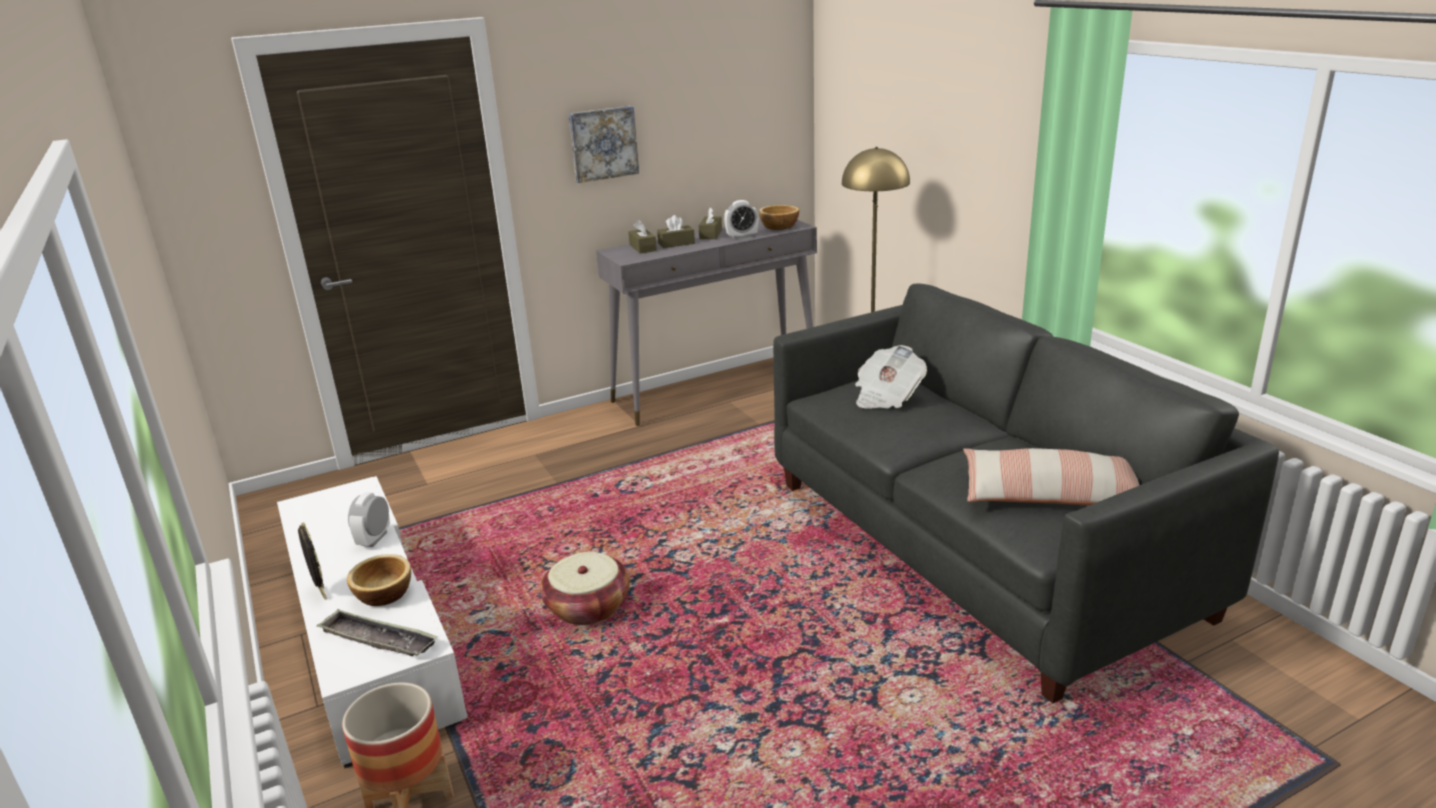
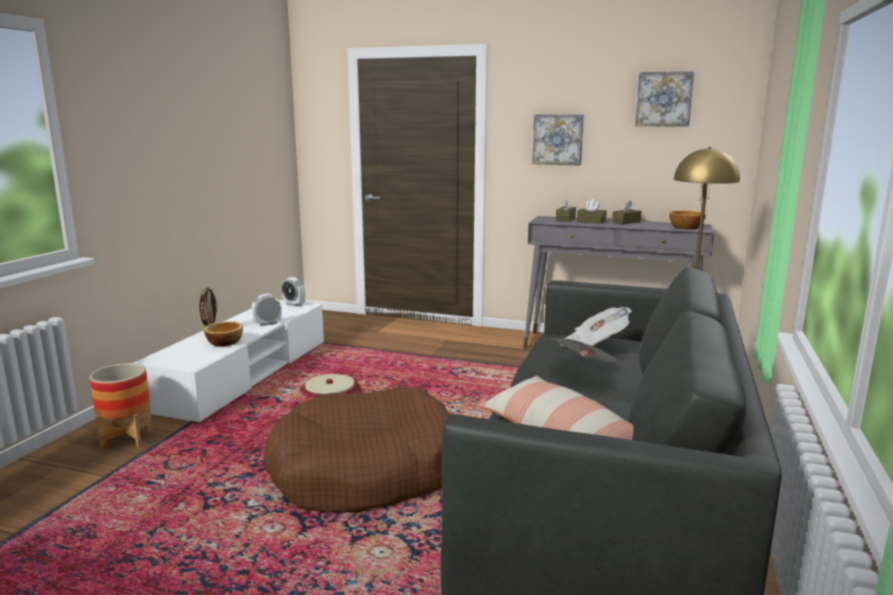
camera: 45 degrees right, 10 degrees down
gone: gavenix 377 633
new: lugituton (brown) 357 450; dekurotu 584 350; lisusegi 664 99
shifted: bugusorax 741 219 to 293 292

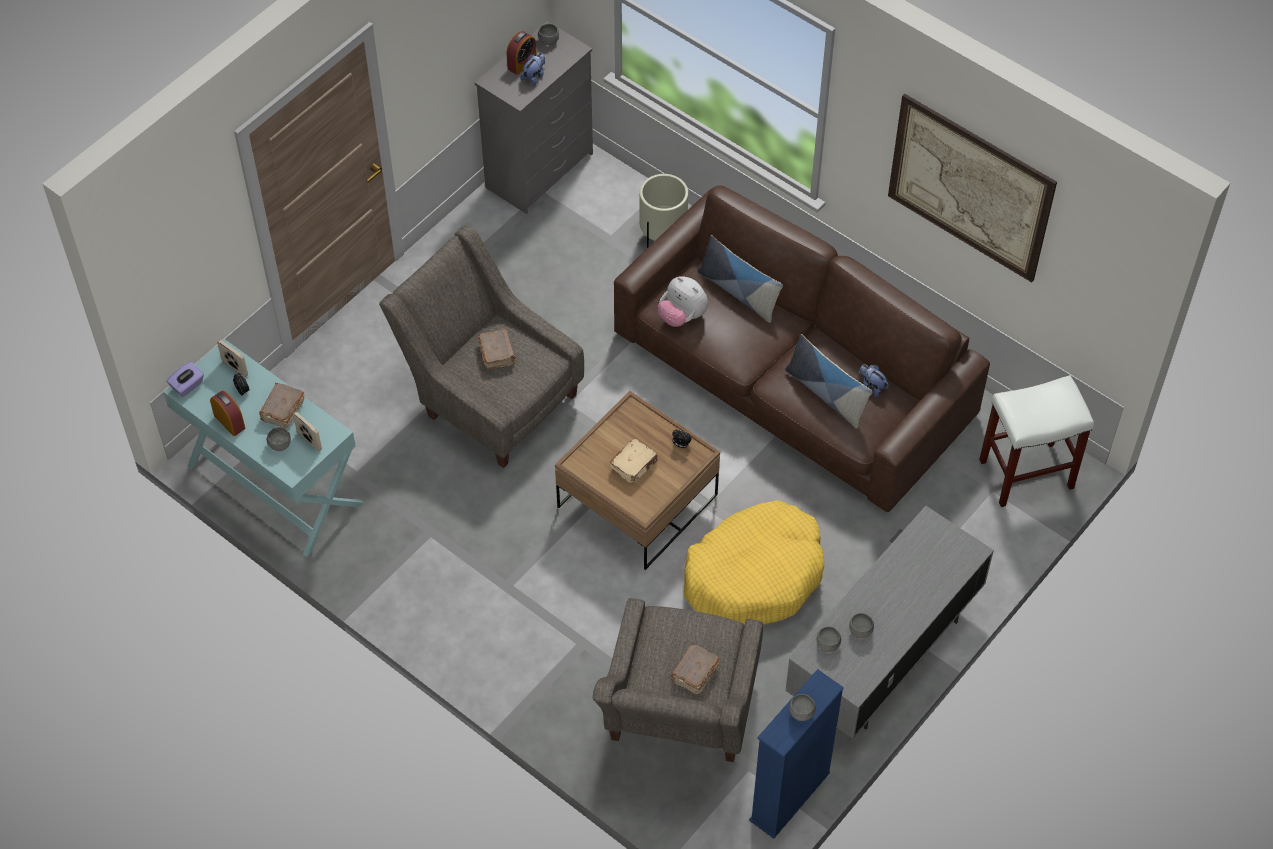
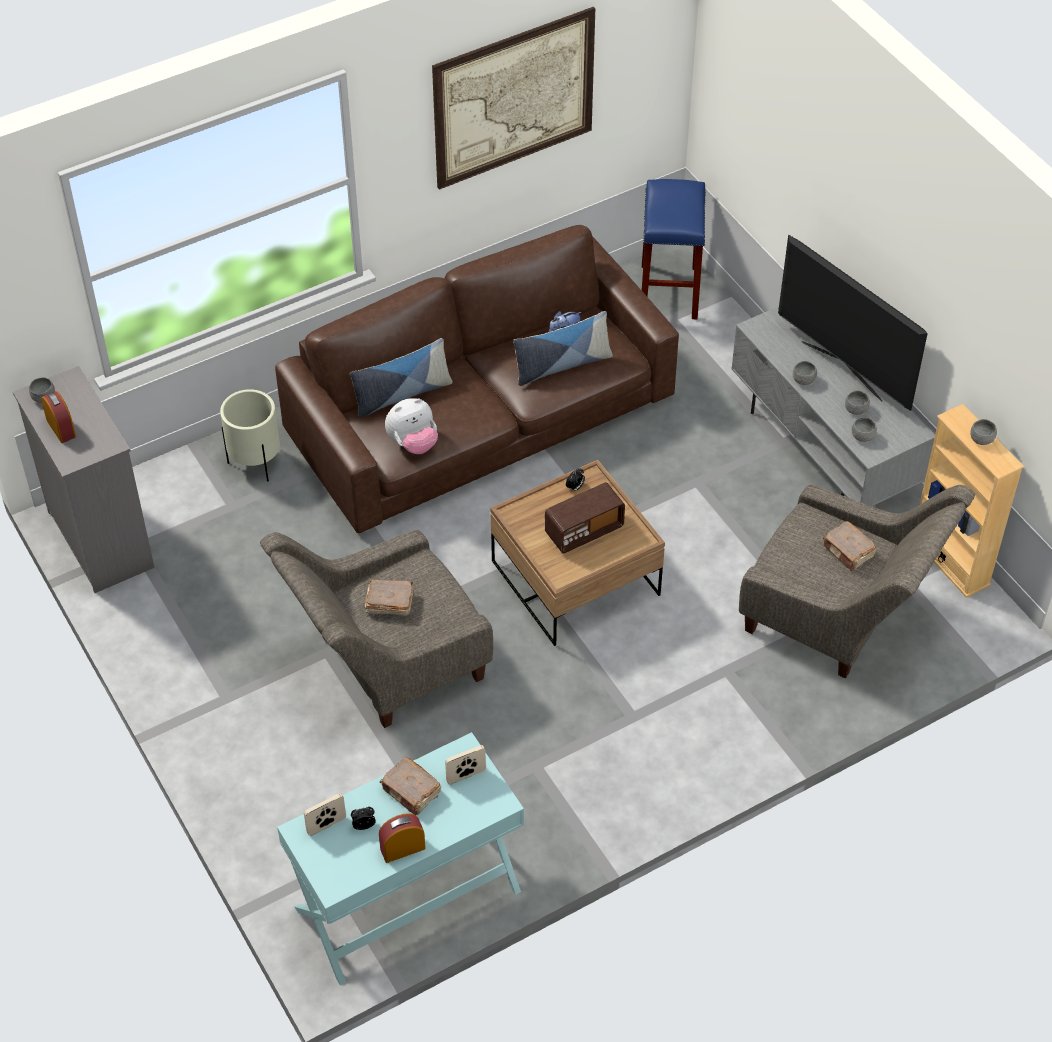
camera: 70 degrees left, 5 degrees down
gone: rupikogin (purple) 185 379; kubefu 533 69; lugituton (yellow) 754 562
new: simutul 853 322
shifted: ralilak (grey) 279 439 to 805 373
swapped: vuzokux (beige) 634 461 to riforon 585 517
repainted: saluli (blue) 796 754 to saluli (beige) 971 501; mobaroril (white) 1036 441 to mobaroril (blue) 673 249

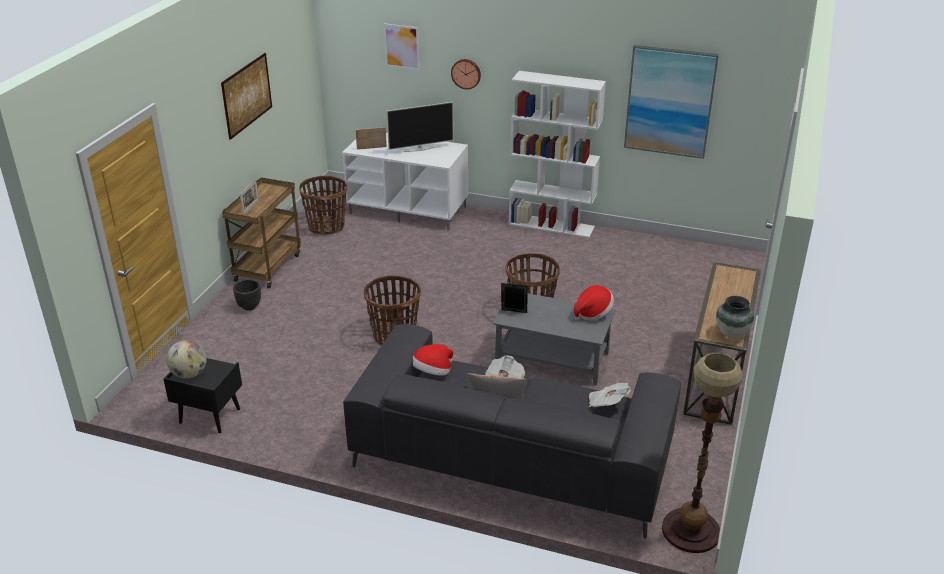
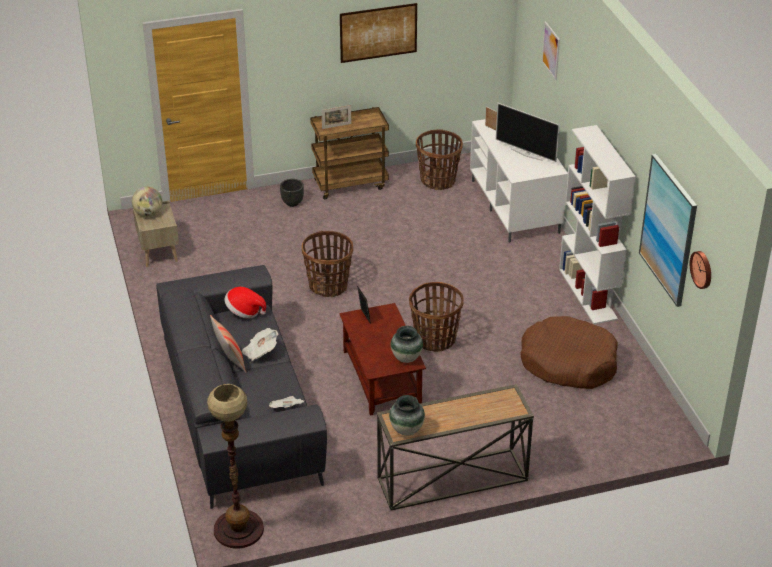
camera: 55 degrees right, 5 degrees up
new: lugituton (brown) 569 352
shifted: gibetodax 466 74 to 700 270
swapped: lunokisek 594 303 to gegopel 407 344
repainted: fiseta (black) 203 395 to fiseta (beige) 156 233; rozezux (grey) 554 339 to rozezux (brown) 382 359

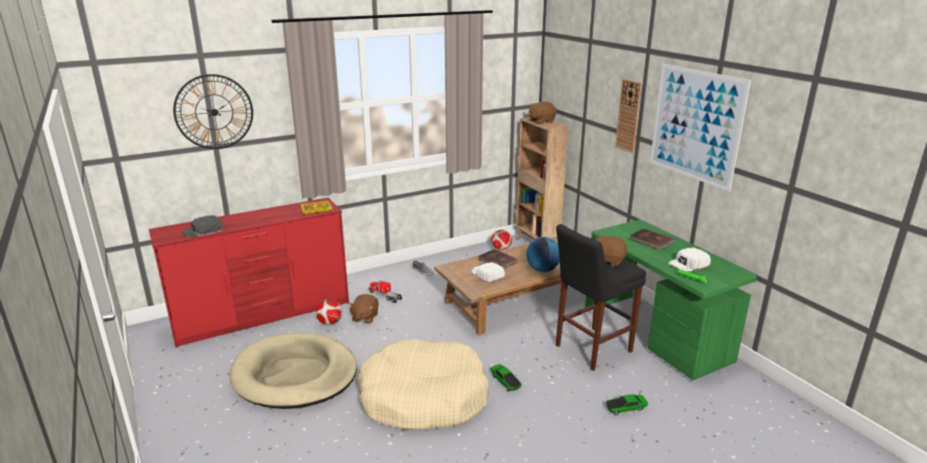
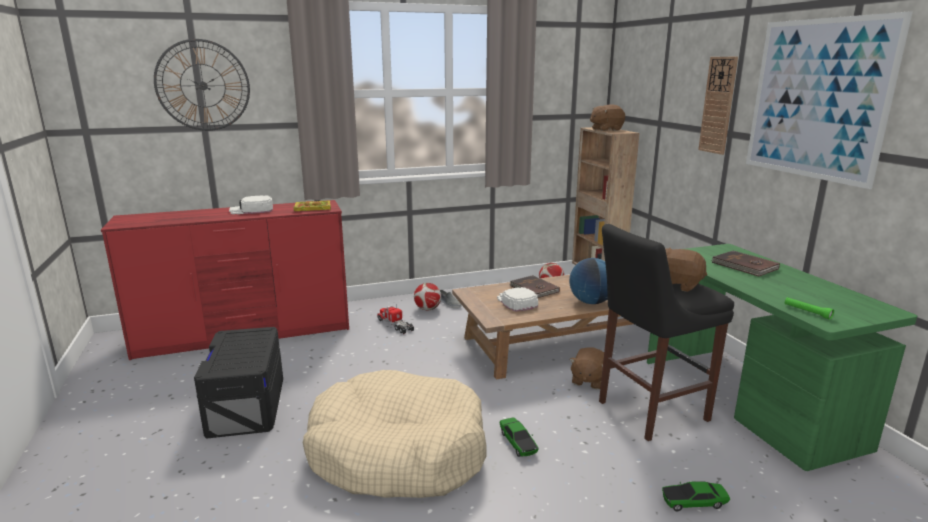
camera: 10 degrees right, 5 degrees down
gone: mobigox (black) 202 226
shifted: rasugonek 329 312 to 427 297; kubefu (brown) 363 309 to 586 368; mobigox (white) 690 260 to 251 204
swapped: lugituton (beige) 293 371 to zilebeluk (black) 238 383

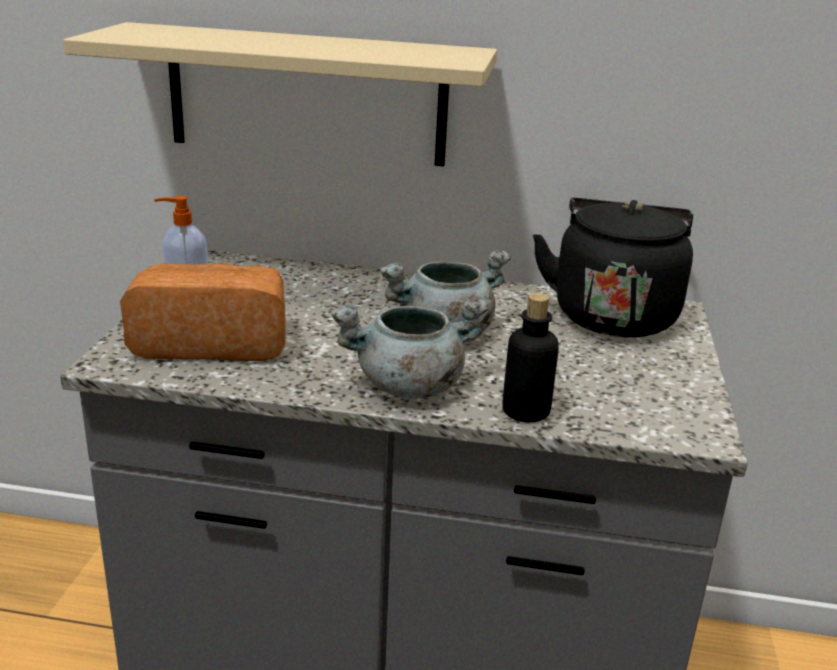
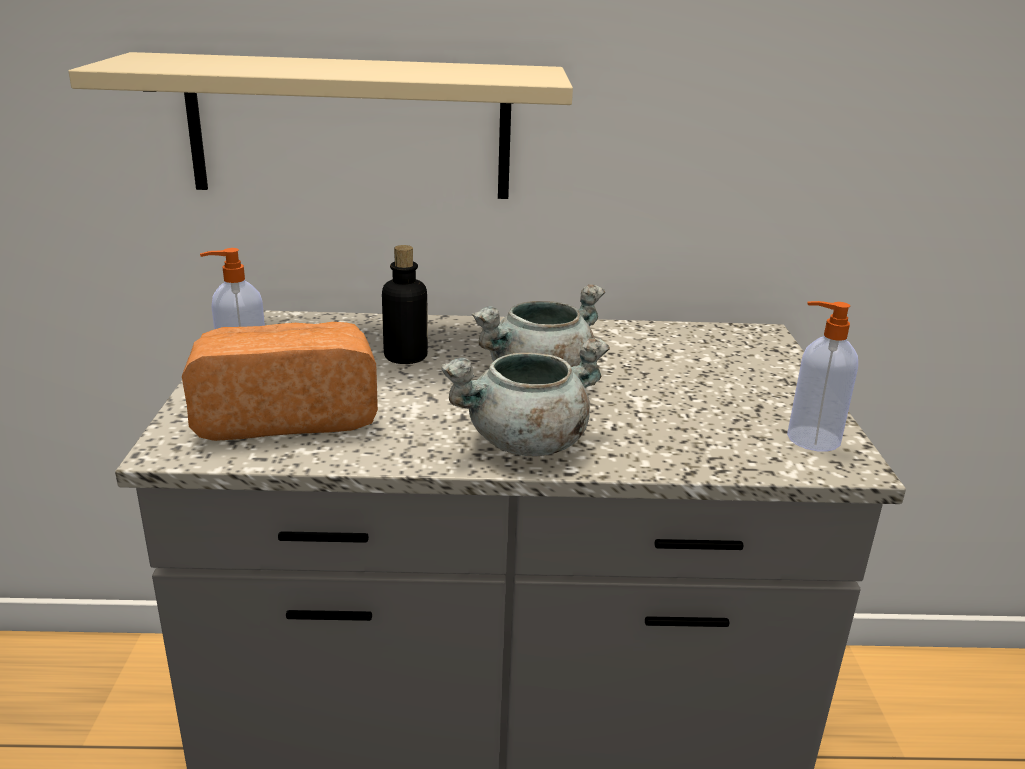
camera: 10 degrees left, 0 degrees up
gone: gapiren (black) 613 267
new: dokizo 822 376
shifted: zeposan 530 357 to 405 304

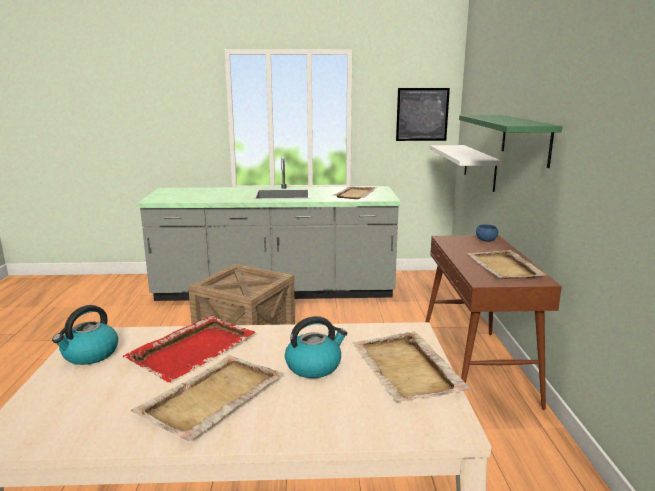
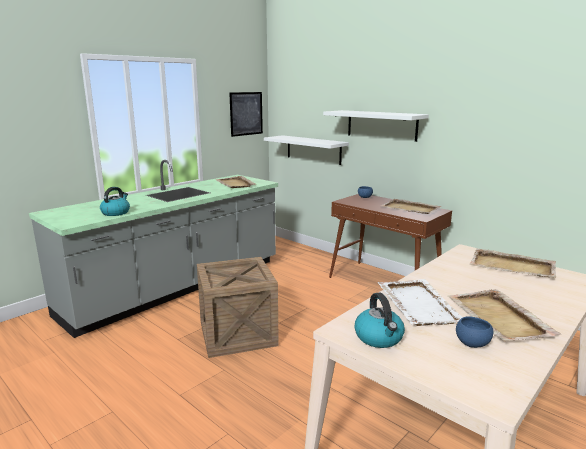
camera: 45 degrees left, 0 degrees up
new: ralilak (blue) 474 332
shifted: gapiren 316 347 to 115 201
repainted: gavenix (red) 189 349 to gavenix (white) 420 302; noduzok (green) 510 141 to noduzok (white) 376 126

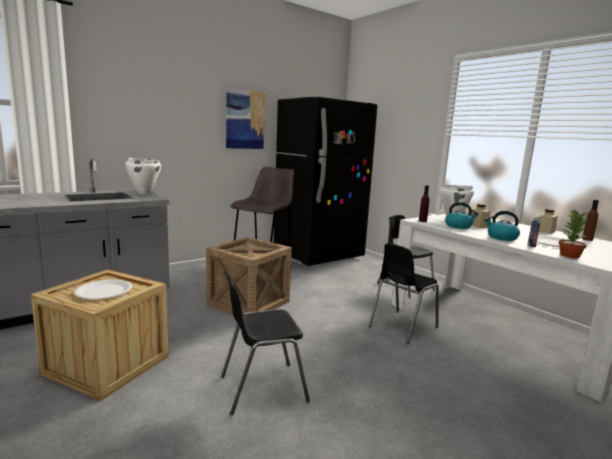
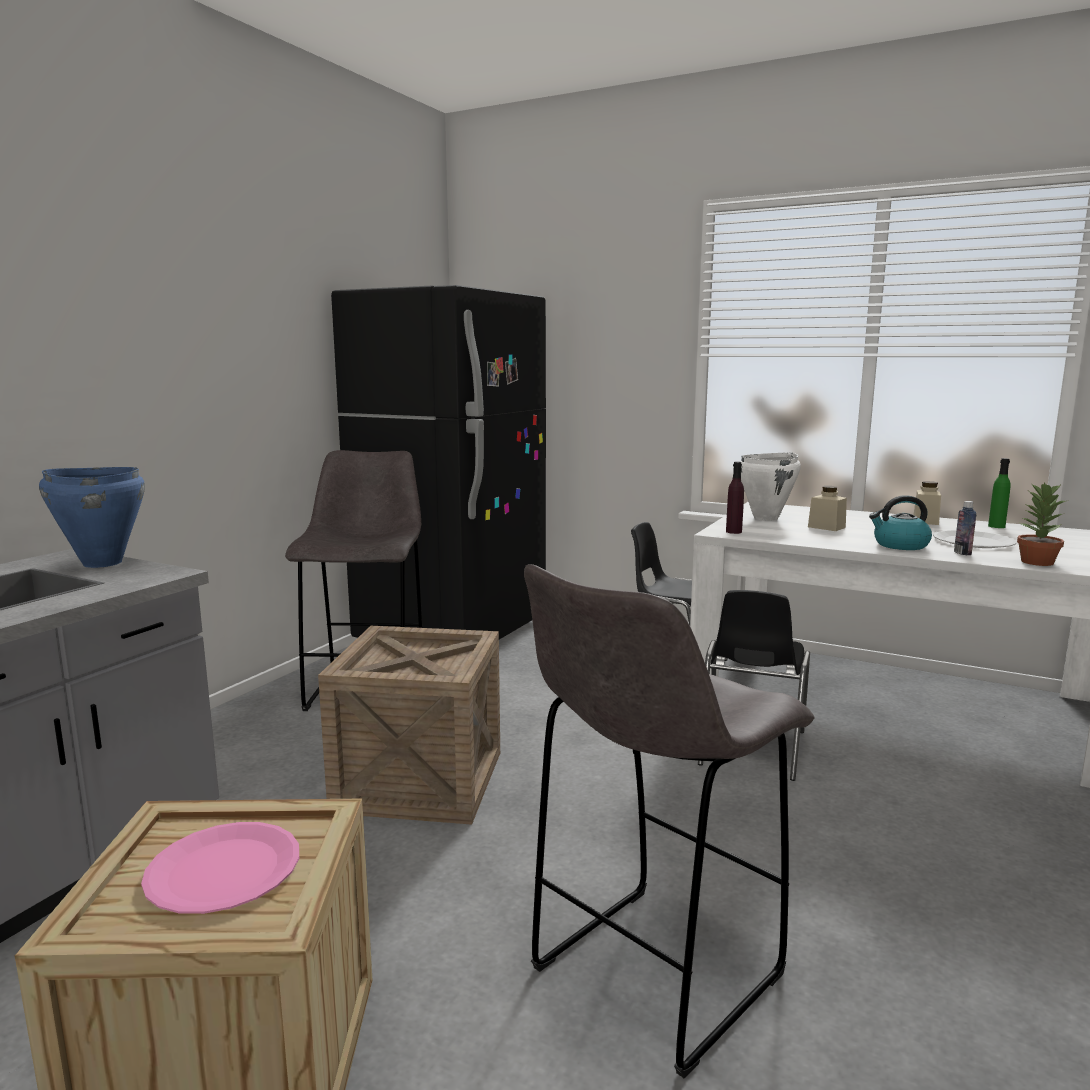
camera: 25 degrees left, 0 degrees up
gone: lisusegi 246 118; gapiren 462 215
swapped: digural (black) 265 343 to mobaroril (grey) 669 821
repainted: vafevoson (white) 103 289 to vafevoson (pink) 220 868; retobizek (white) 143 176 to retobizek (blue) 92 517; zeposan (brown) 590 220 to zeposan (green) 999 493

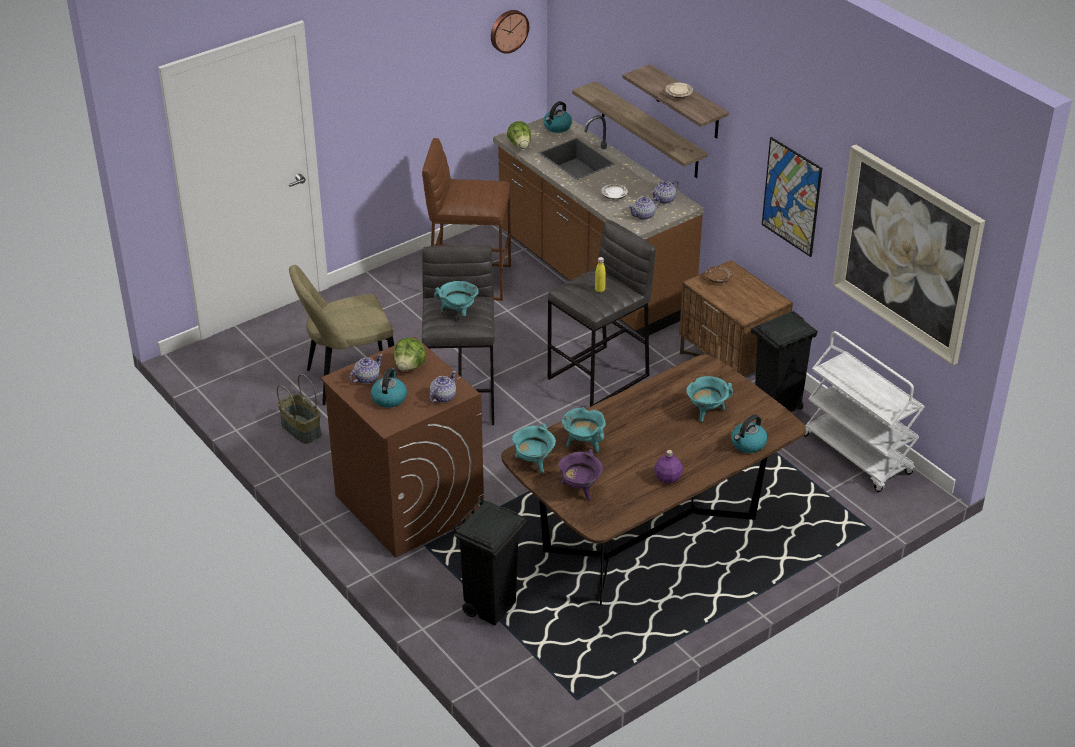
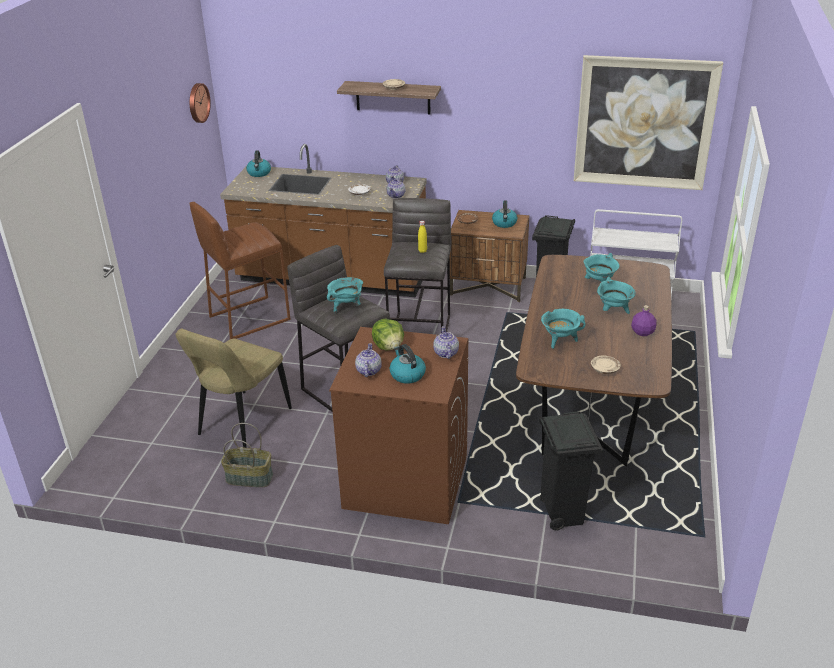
camera: 40 degrees left, 5 degrees down
gone: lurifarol 519 135; noduzok 640 129; lisusegi 792 197
shifted: retobizek (turquoise) 534 448 to 616 295; gapiren 749 434 to 504 214
swapped: retobizek (purple) 580 474 to vafevoson (beige) 606 364

